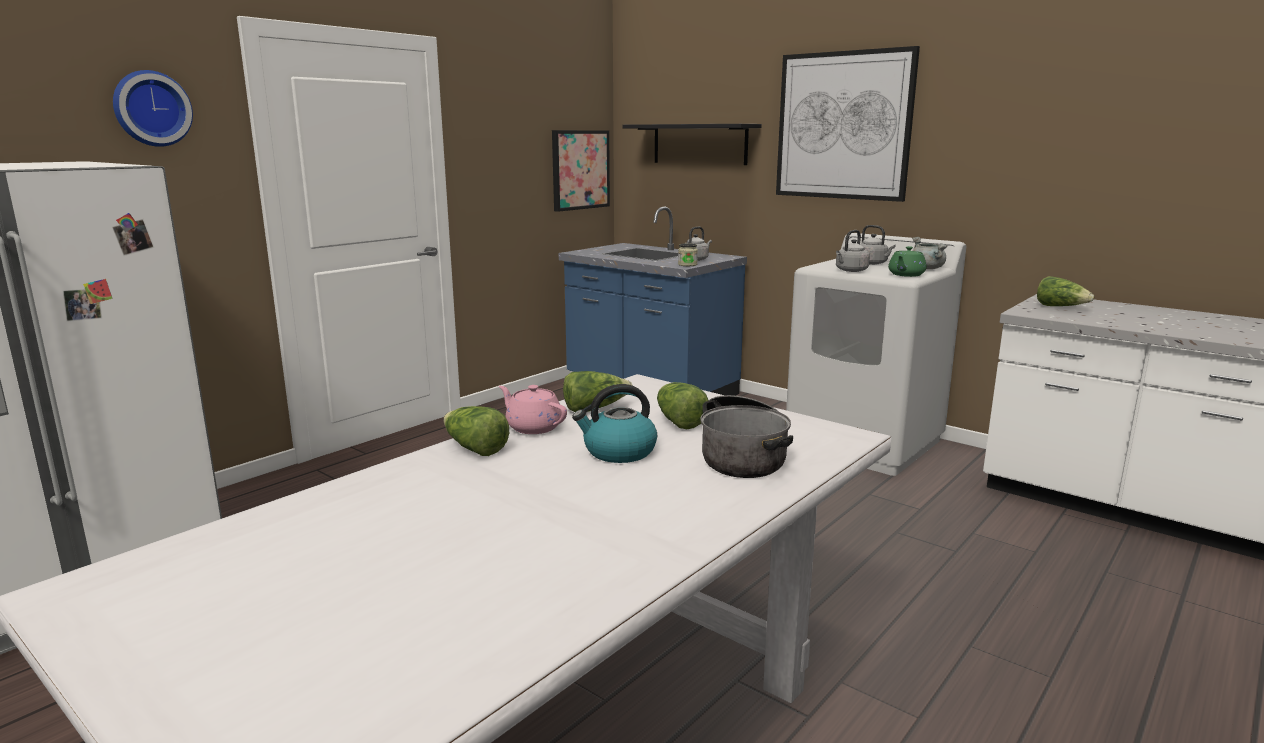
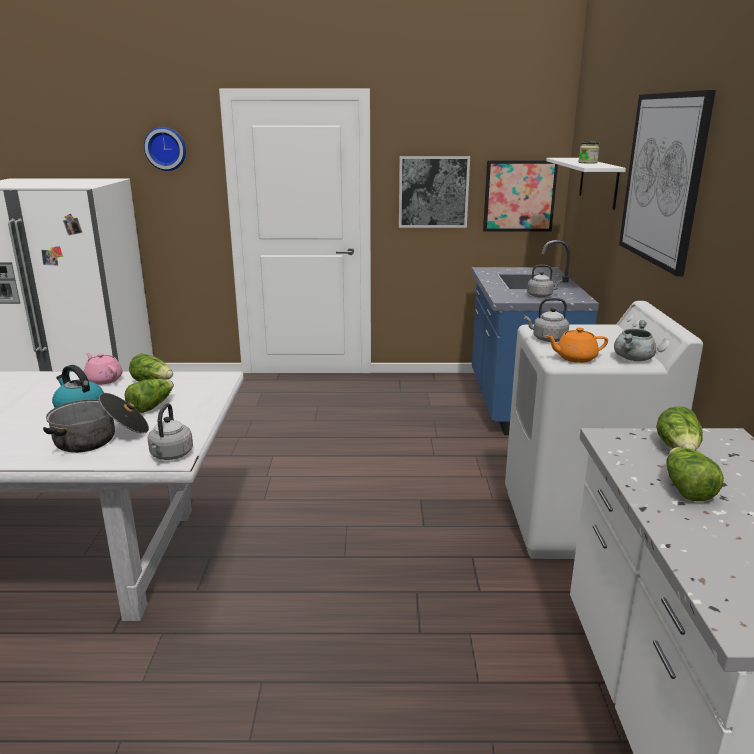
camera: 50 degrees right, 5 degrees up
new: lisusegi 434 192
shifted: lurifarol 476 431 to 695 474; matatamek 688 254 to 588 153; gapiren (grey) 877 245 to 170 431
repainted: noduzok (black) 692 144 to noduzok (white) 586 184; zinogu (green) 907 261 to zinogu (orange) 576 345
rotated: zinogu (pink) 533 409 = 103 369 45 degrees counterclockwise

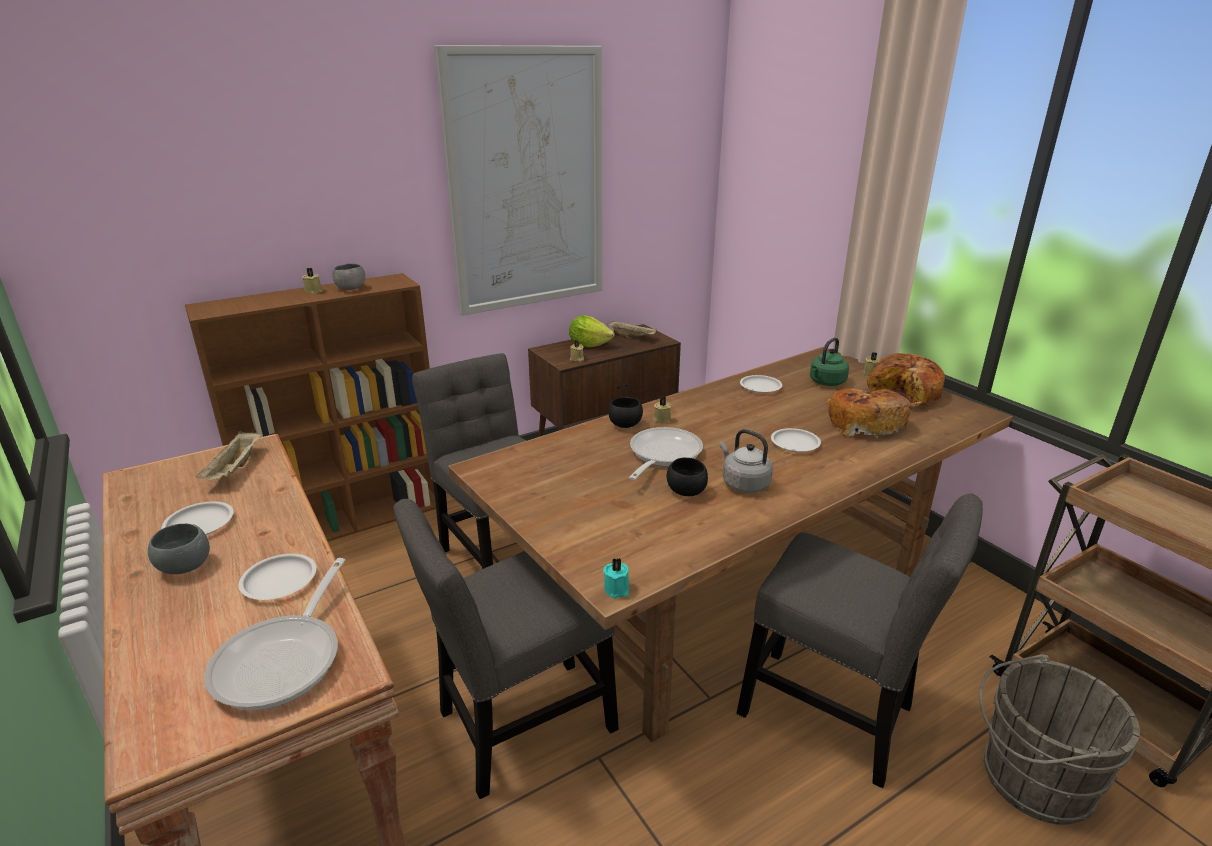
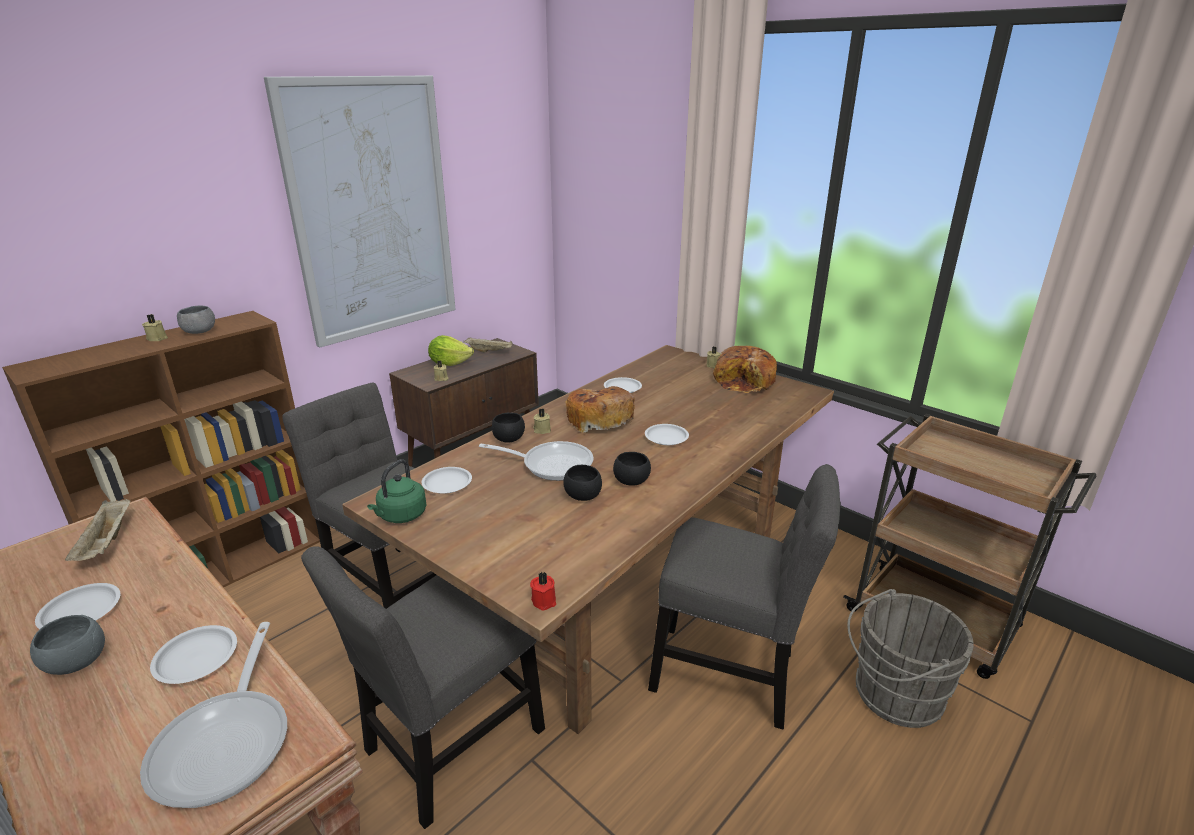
camera: 15 degrees left, 0 degrees up
new: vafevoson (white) 447 480
shifted: gapiren (green) 829 361 to 397 491; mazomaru 868 412 to 600 409
swapped: gapiren (grey) 746 461 to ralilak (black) 632 469
repainted: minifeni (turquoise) 616 578 to minifeni (red) 543 591
rotated: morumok 666 453 = 536 461 90 degrees clockwise

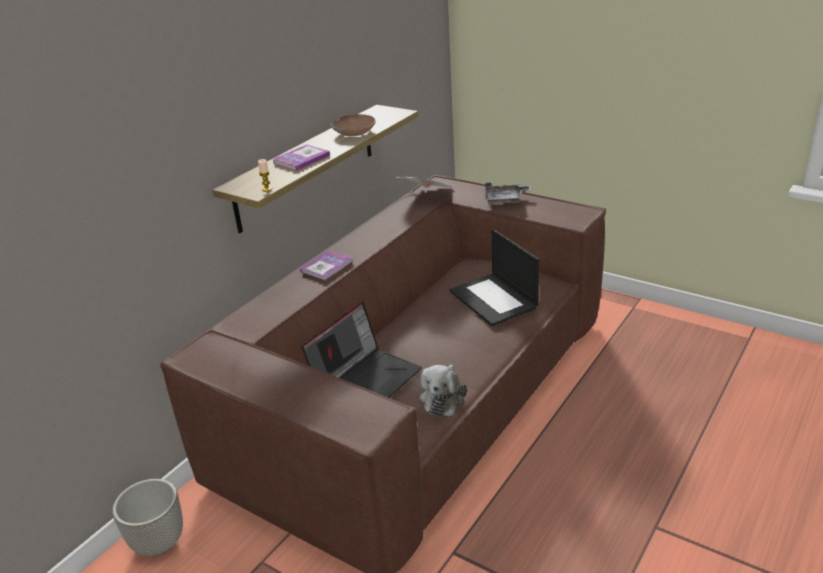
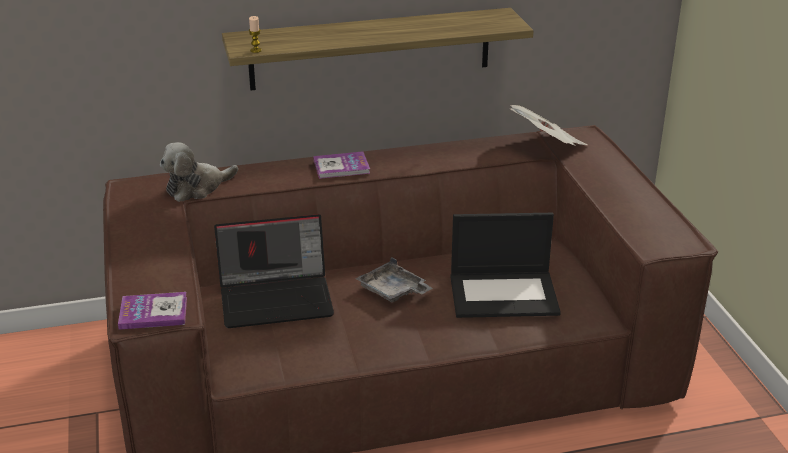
camera: 40 degrees right, 0 degrees up
gone: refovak 147 517; ralilak (brown) 353 125
shifted: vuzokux 301 157 to 152 311; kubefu 443 390 to 199 172; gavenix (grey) 508 193 to 393 280
rotated: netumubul 494 277 = 506 265 105 degrees counterclockwise

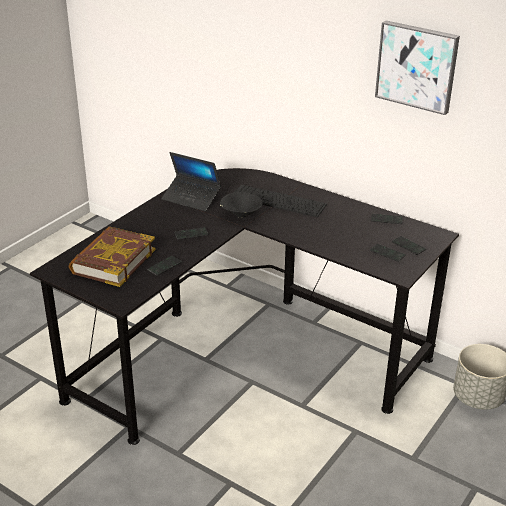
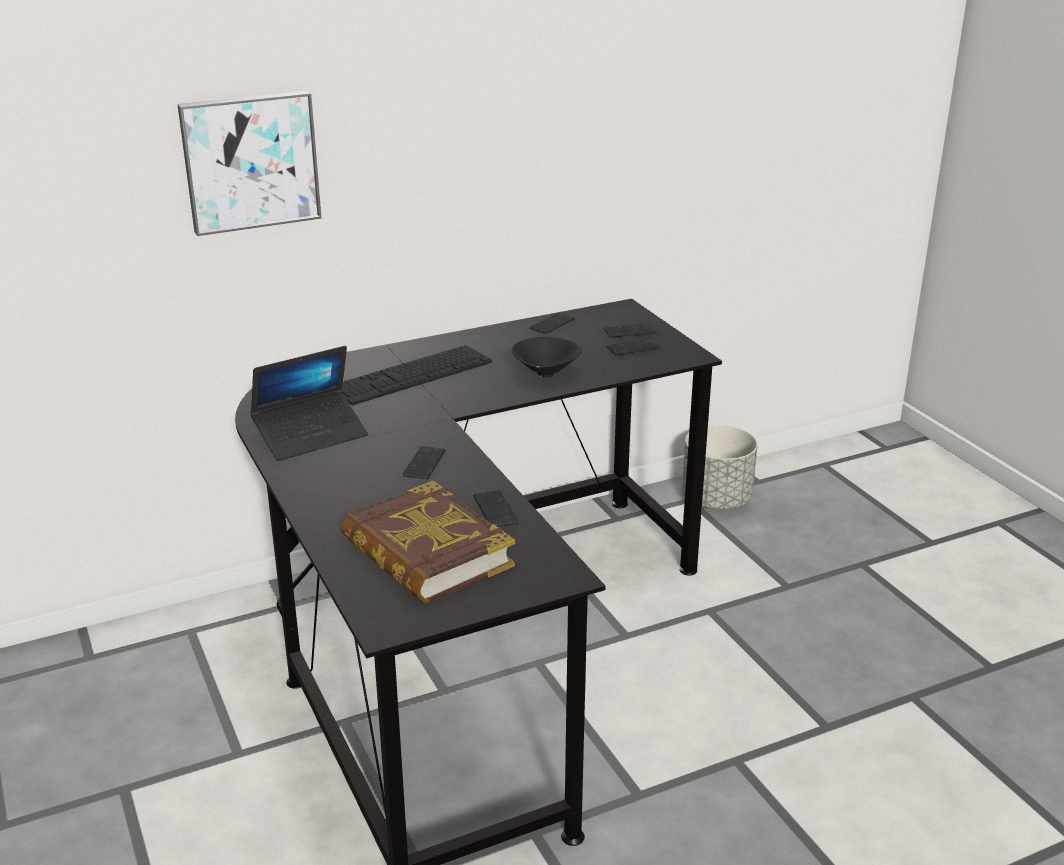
camera: 60 degrees left, 5 degrees down
shifted: ralilak (black) 241 205 to 547 357; lisusegi 417 68 to 249 163

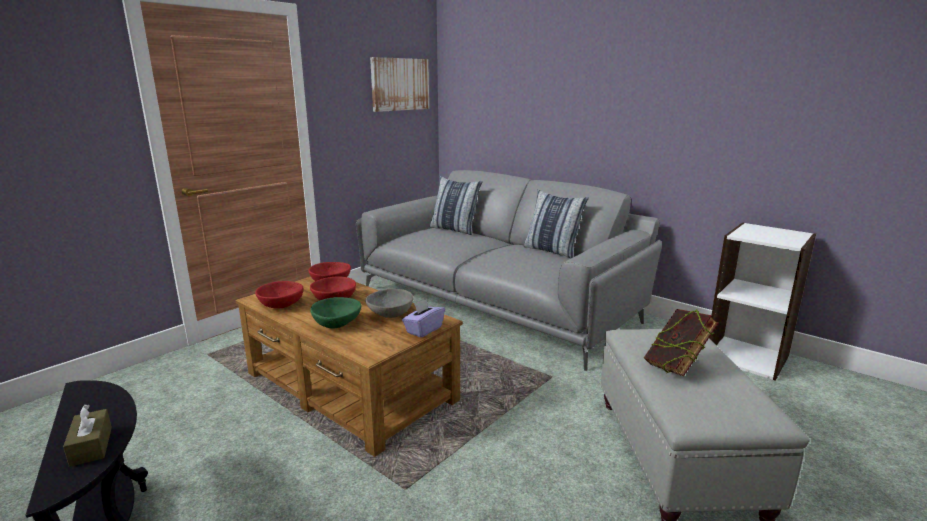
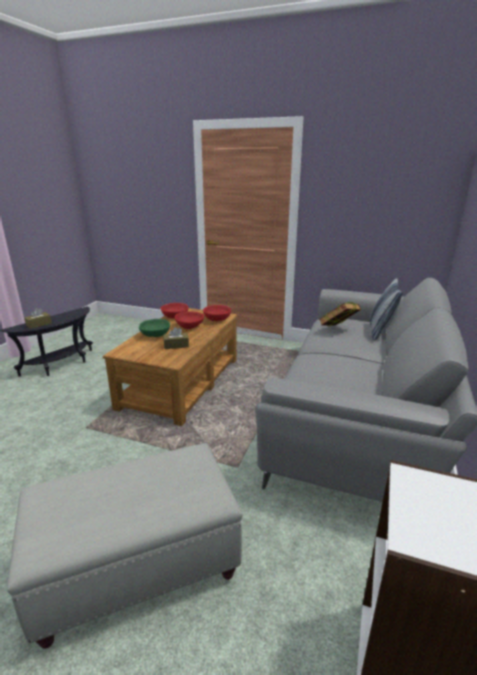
camera: 70 degrees right, 5 degrees up
gone: lisusegi 399 84; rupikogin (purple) 423 318; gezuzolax 556 224
shifted: vuzokux 681 342 to 340 314
swapped: ralilak (grey) 389 303 to rupikogin (brown) 176 338

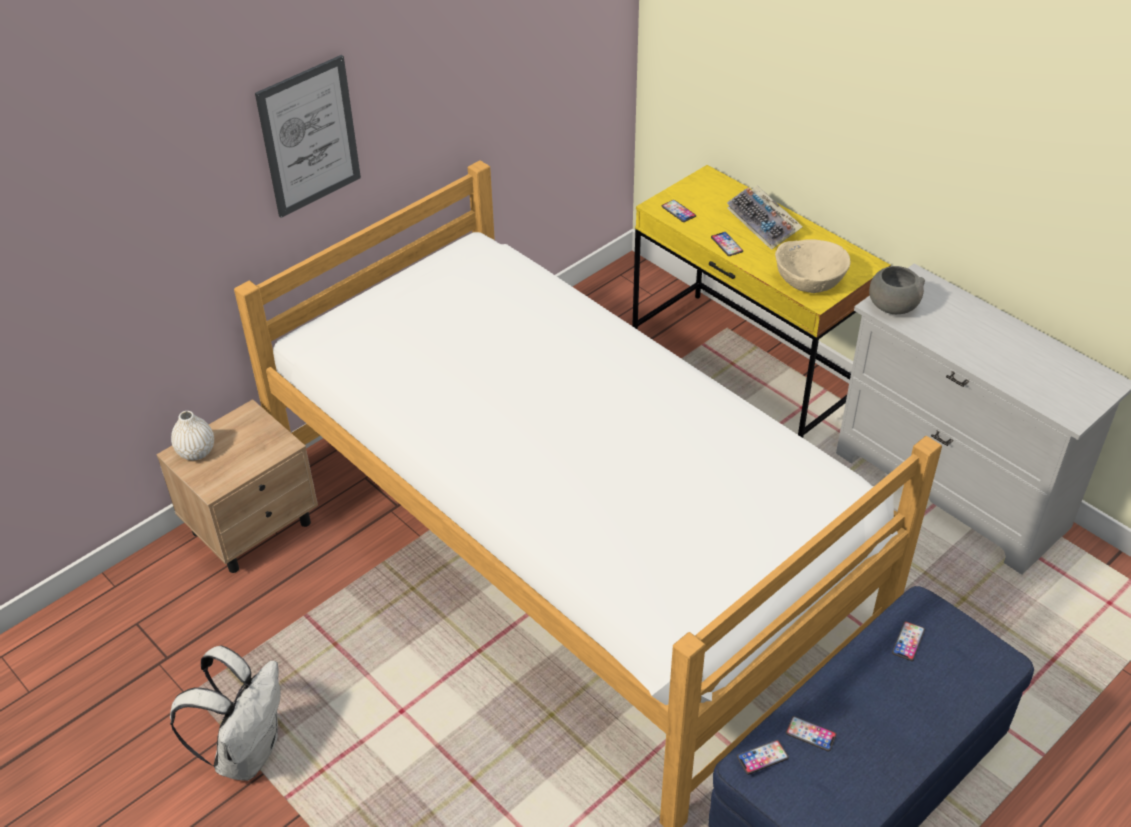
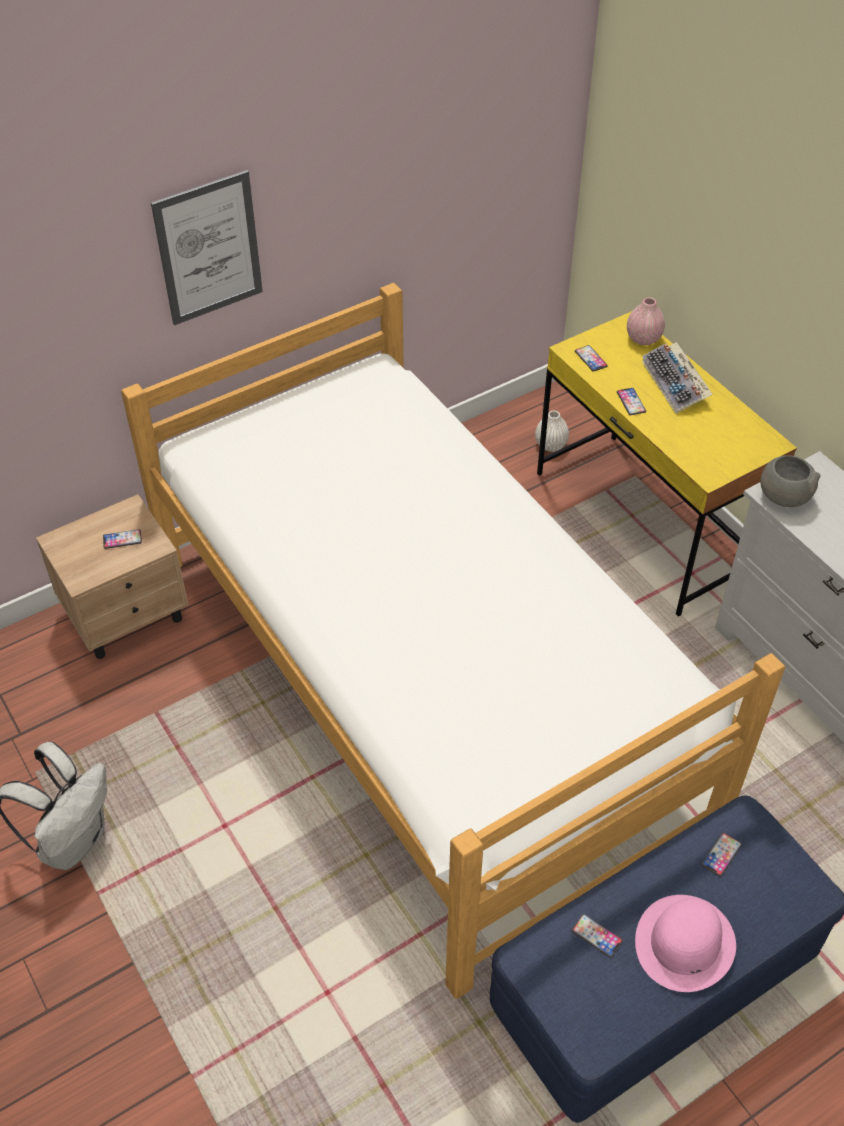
camera: 10 degrees right, 5 degrees up
gone: ralilak (beige) 812 266
new: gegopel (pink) 646 321; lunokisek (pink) 685 943
shifted: gegopel (white) 192 435 to 552 431; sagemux 763 757 to 122 539

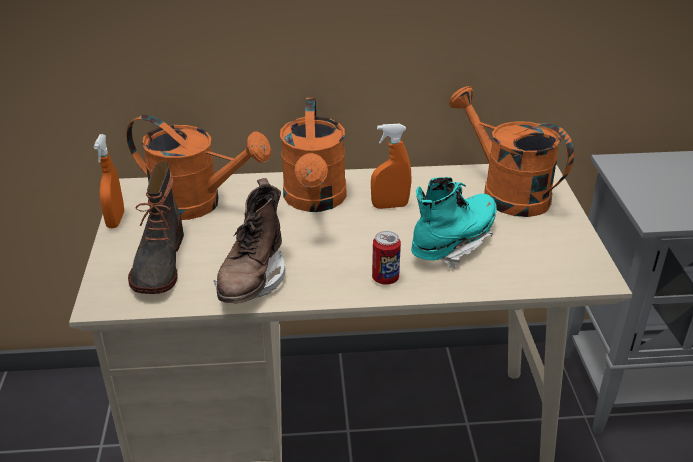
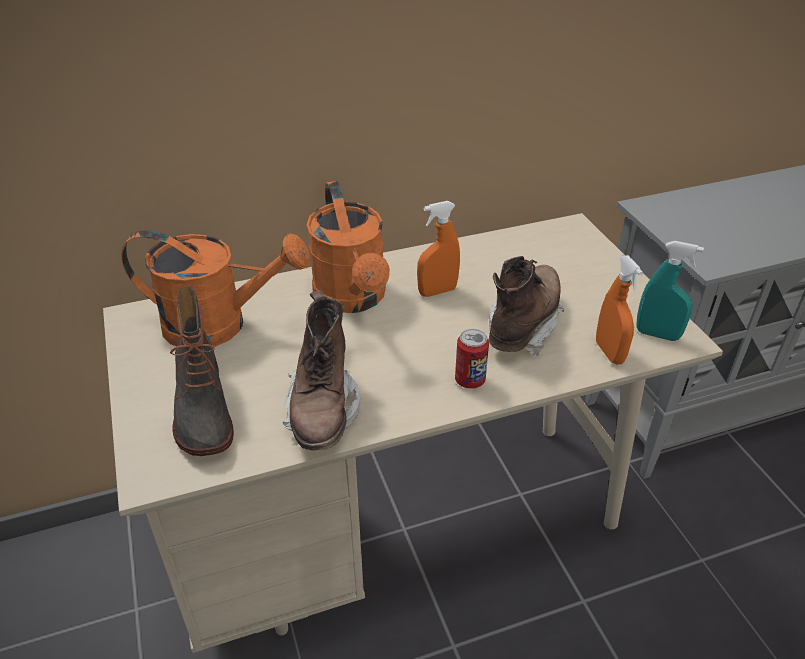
camera: 15 degrees left, 5 degrees up
gone: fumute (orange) 511 151
new: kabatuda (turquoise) 670 291
shifted: kabatuda (orange) 109 181 to 619 309
repainted: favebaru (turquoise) 454 223 to favebaru (brown) 526 306

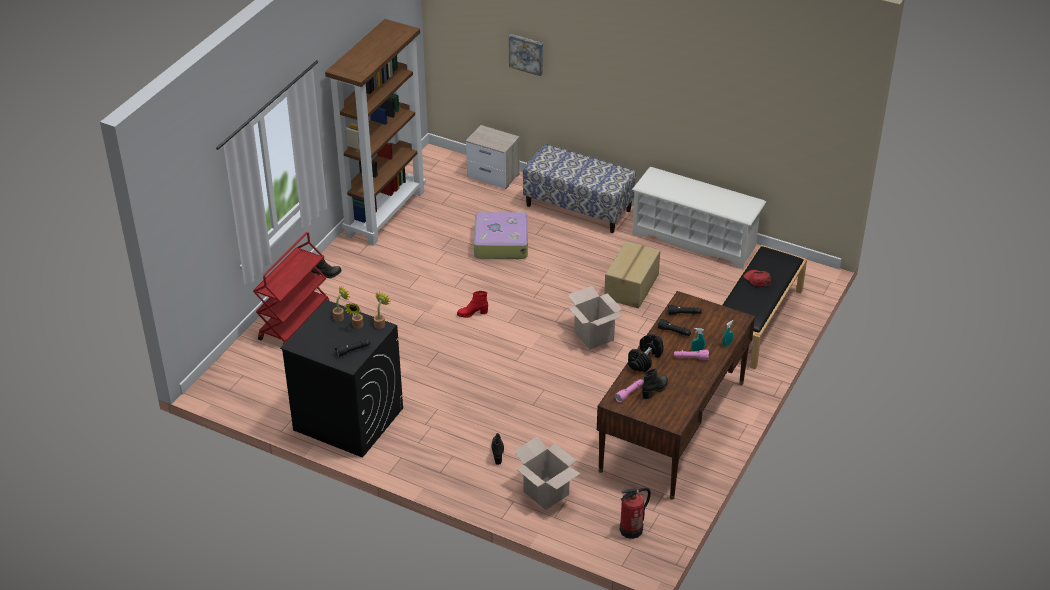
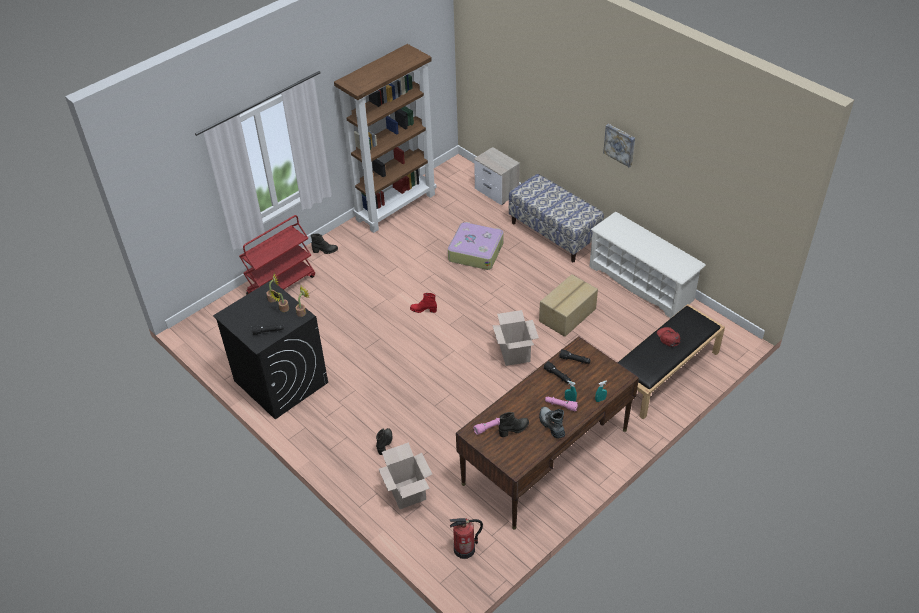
camera: 20 degrees right, 5 degrees up
gone: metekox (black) 646 353
new: favebaru 552 423
shifted: lisusegi 526 55 to 619 145

